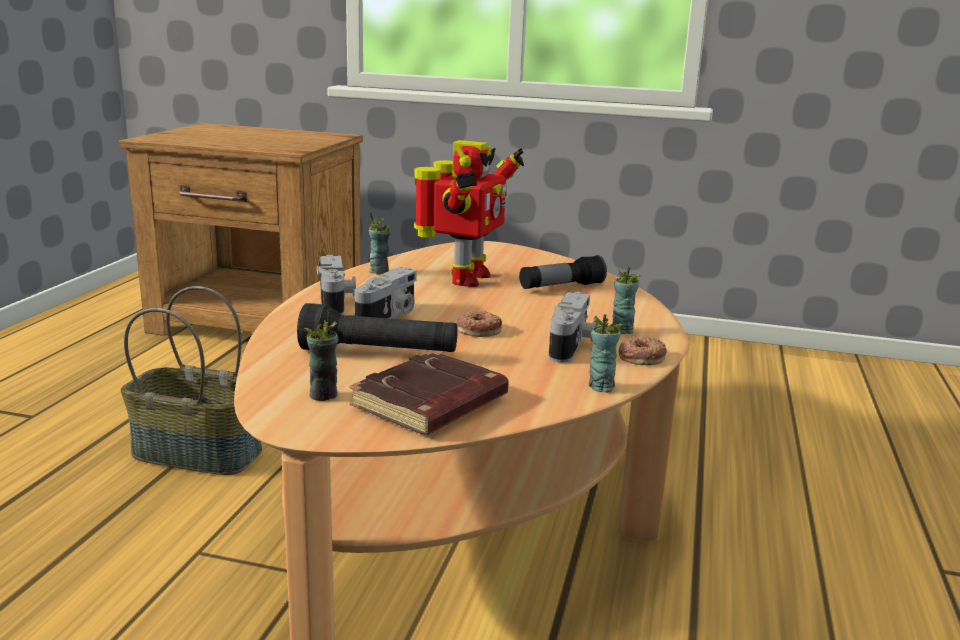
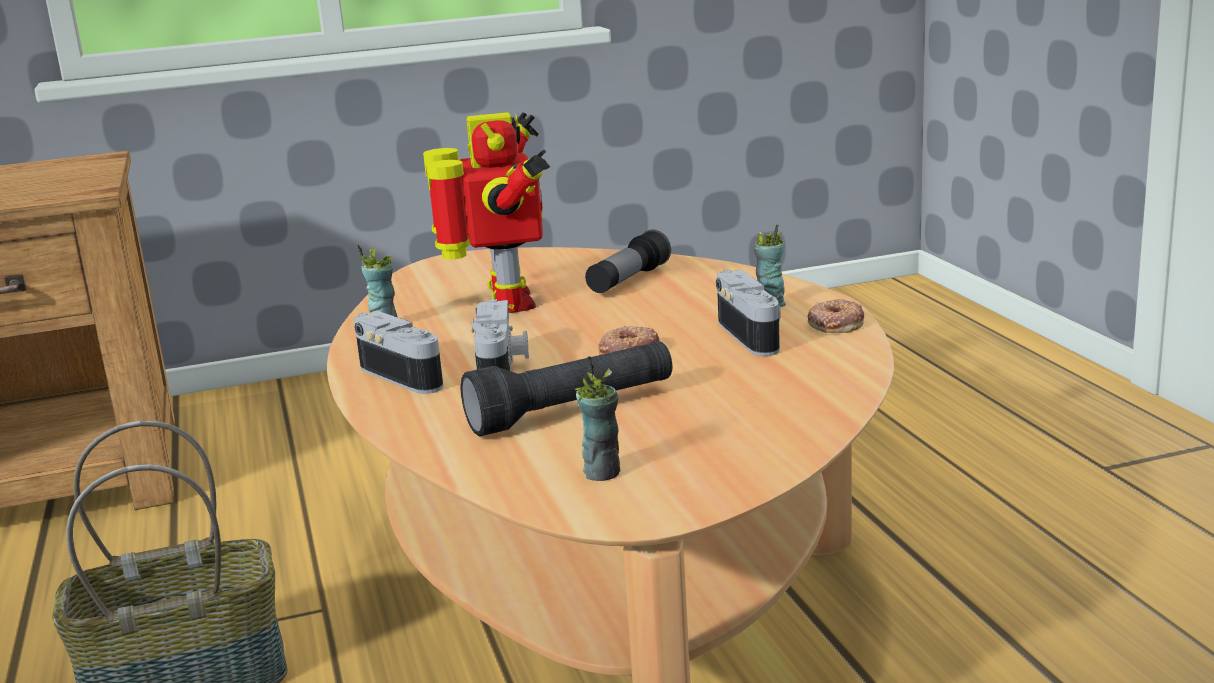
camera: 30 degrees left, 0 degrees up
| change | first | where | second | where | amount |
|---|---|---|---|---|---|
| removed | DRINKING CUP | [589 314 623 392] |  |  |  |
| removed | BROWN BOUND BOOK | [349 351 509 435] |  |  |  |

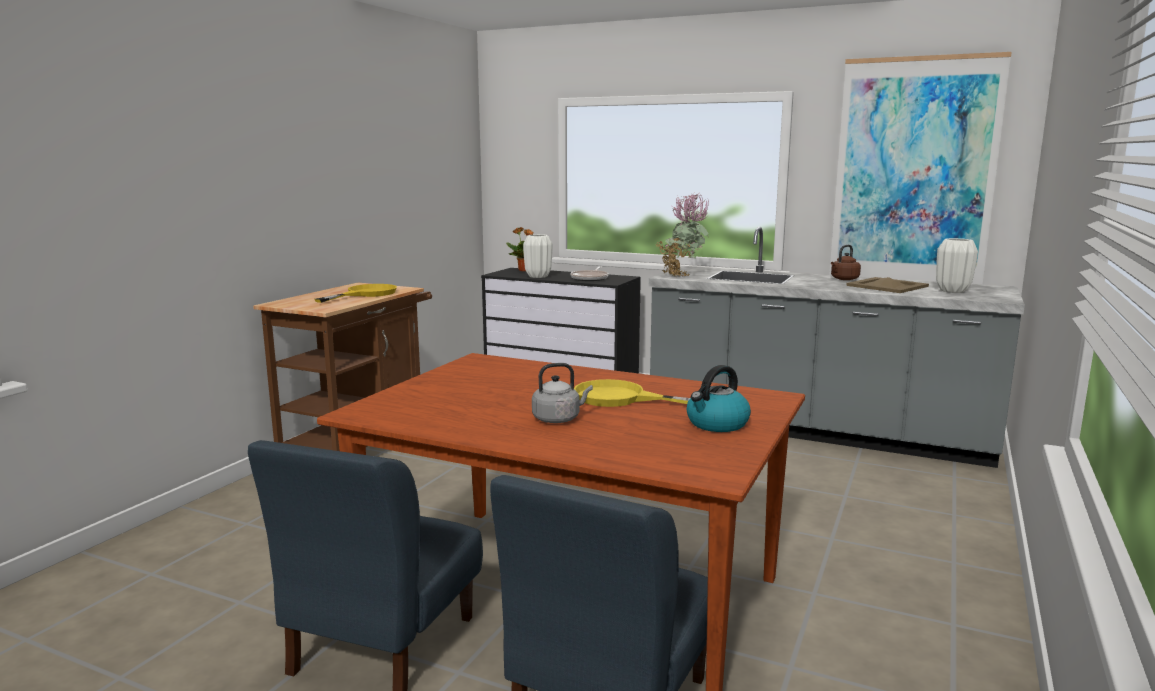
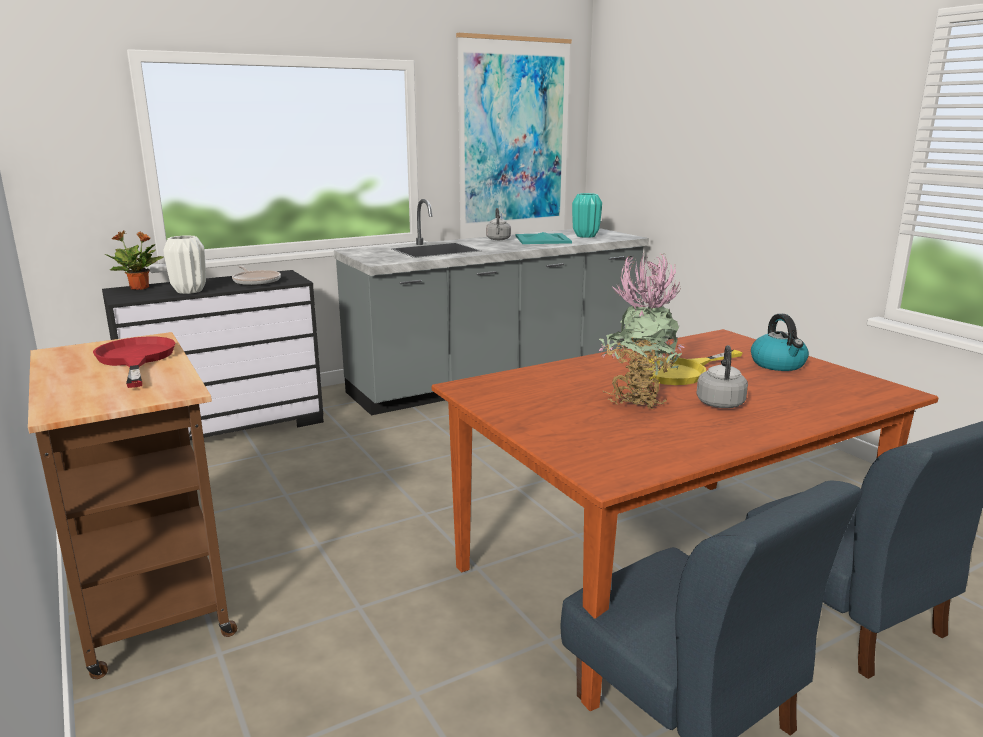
camera: 55 degrees left, 5 degrees up
| change | first | where | second | where | amount |
|---|---|---|---|---|---|
| moved | HOUSEPLANT | [656 193 709 277] |  | [599 254 685 409] |  |
| recoloured | WHITE FLOWER VASE | [936 238 978 293] | BLUE-GREEN FLOWER VASE | [572 193 602 238] |  |
| recoloured | BROWN TEA KETTLE | [831 245 861 280] | GREY TEA KETTLE | [486 208 511 240] |  |
| recoloured | SAND-COLOURED TRAY | [846 277 929 293] | BLUE-GREEN TRAY | [516 232 572 244] |  |
| recoloured | YELLOWISH PAN | [315 284 397 303] | RED PAN | [93 336 176 388] |  |

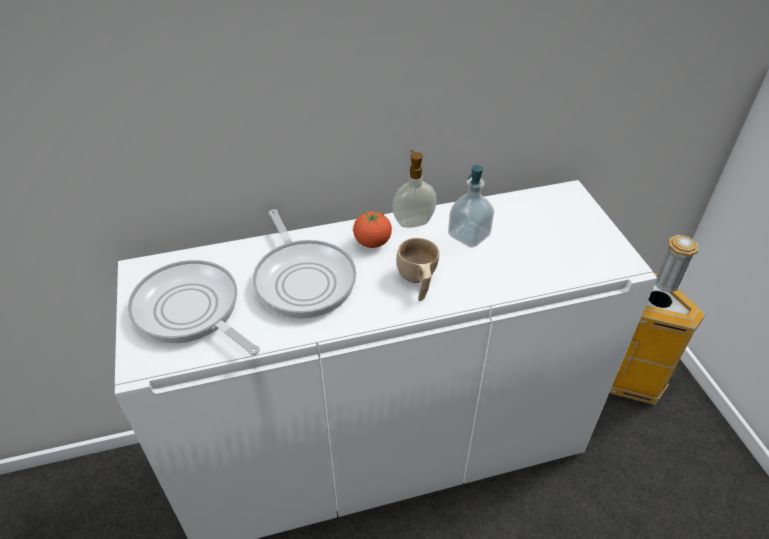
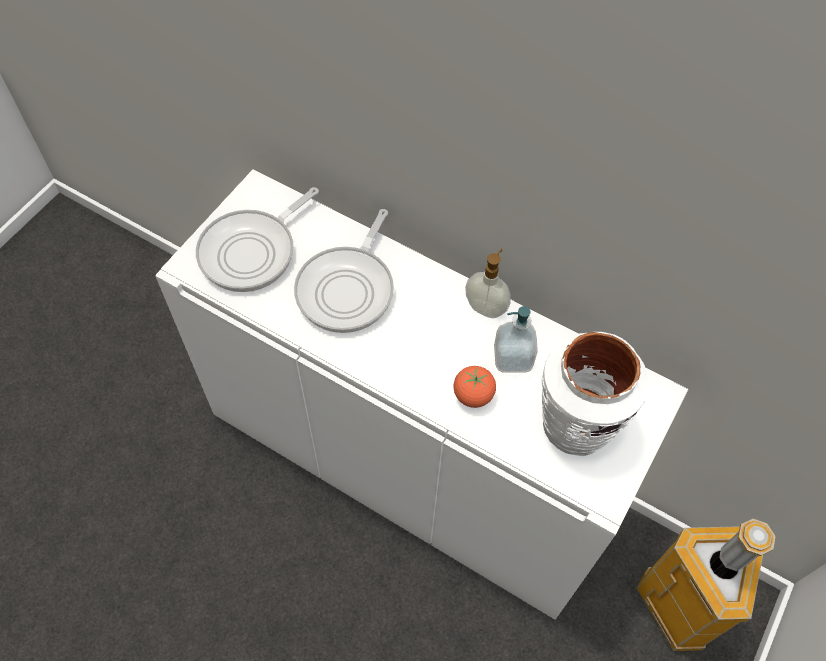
camera: 45 degrees right, 15 degrees up
| change | first | where | second | where | amount |
|---|---|---|---|---|---|
| moved | WHOLE TOMATO | [353 211 392 248] |  | [454 366 496 408] |  |
| removed | SAND-COLOURED DRINKING CUP | [397 238 440 301] |  |  |  |
| turned | PAN | [128 260 260 355] |  | [196 187 319 292] | 135 degrees counterclockwise |
| added |  |  | WHITE FLOWER VASE | [542 332 649 456] |  |

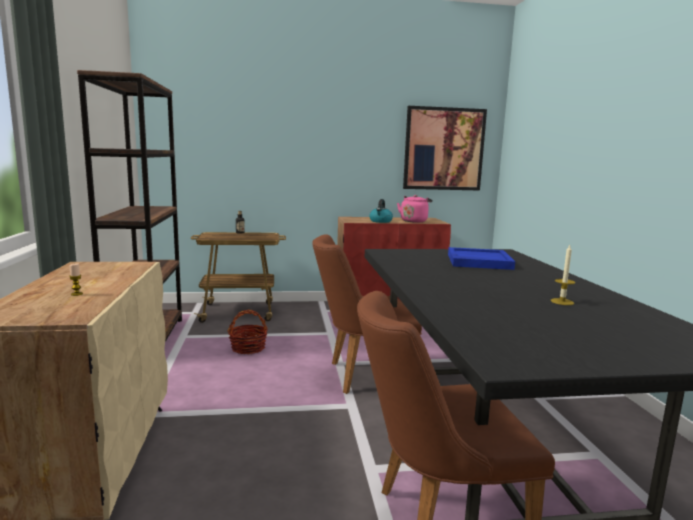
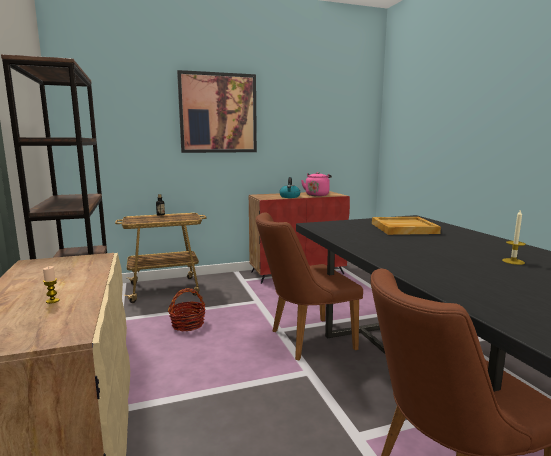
camera: 10 degrees left, 0 degrees up
| change | first | where | second | where | amount |
|---|---|---|---|---|---|
| moved | PICTURE | [403 106 487 190] |  | [177 70 257 153] |  |
| recoloured | BLUISH TRAY | [448 247 515 270] | SAND-COLOURED TRAY | [372 217 441 235] |  |

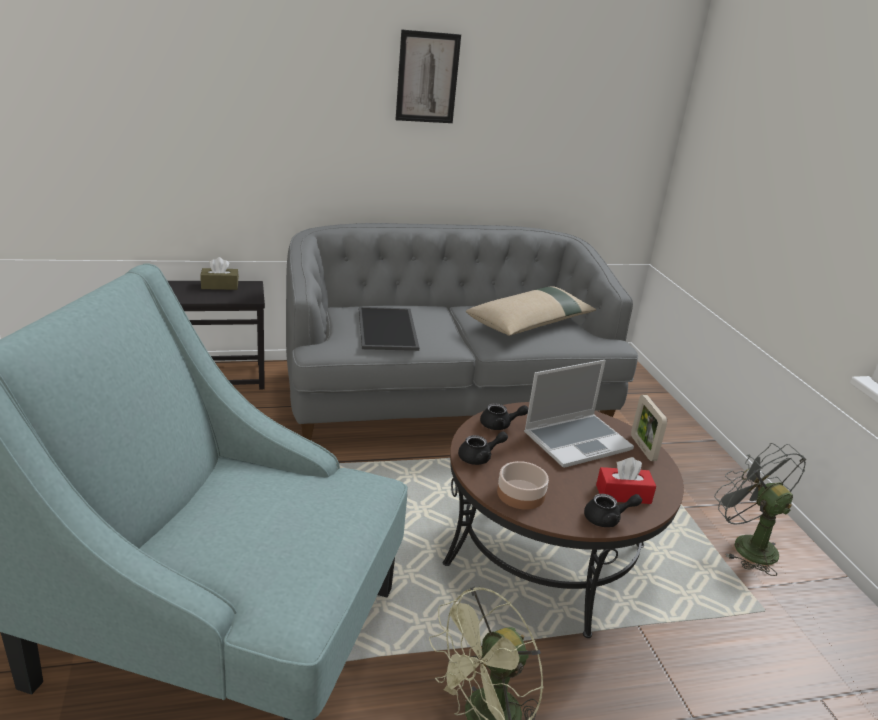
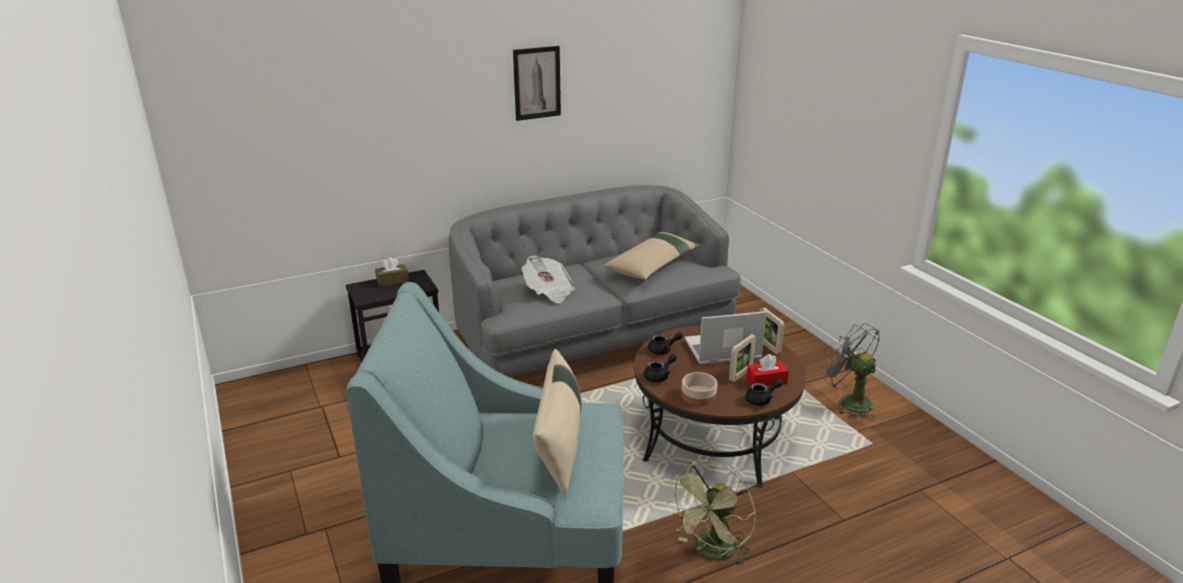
camera: 10 degrees left, 0 degrees up
| change | first | where | second | where | amount |
|---|---|---|---|---|---|
| replaced | TRAY | [359 307 419 351] | PRINTED PAPER | [521 256 575 303] |  |
| turned | LAPTOP | [524 360 634 468] |  | [685 311 767 365] | 150 degrees counterclockwise |
| added |  |  | PHOTO FRAME | [729 334 756 382] |  |
| added |  |  | SAND-COLOURED THROW PILLOW | [533 349 582 496] |  |

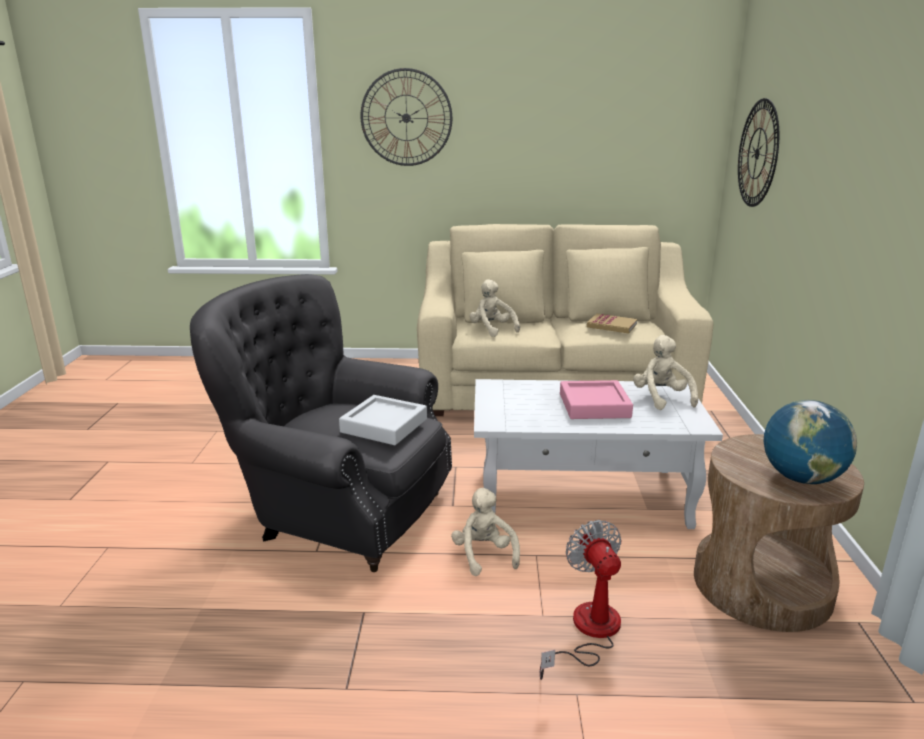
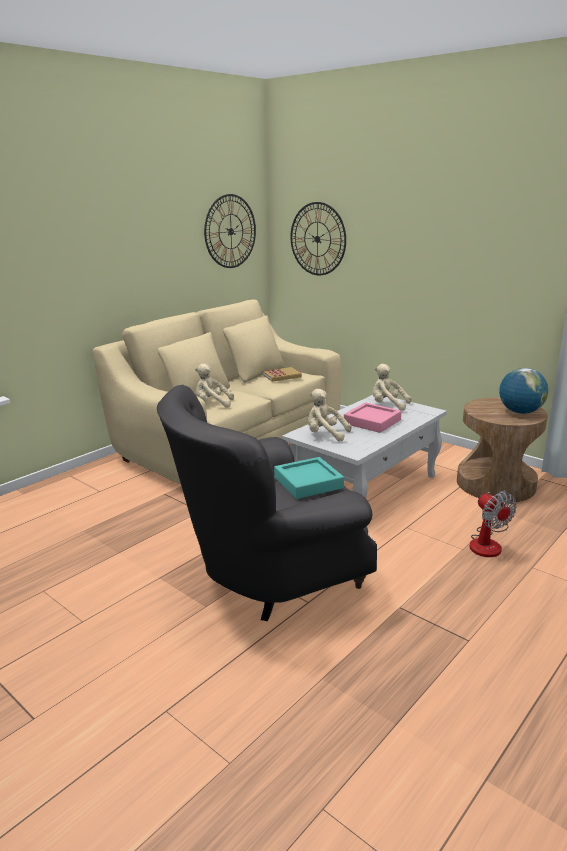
camera: 50 degrees left, 0 degrees up
| change | first | where | second | where | amount |
|---|---|---|---|---|---|
| moved | WALL CLOCK | [361 68 452 166] |  | [204 194 256 268] |  |
| recoloured | GREY TRAY | [339 395 427 445] | BLUE-GREEN TRAY | [274 457 344 499] |  |
| moved | SAND-COLOURED PLUSH TOY | [451 488 520 576] |  | [308 389 351 441] |  |
| turned | ELECTRIC FAN | [540 520 621 680] |  | [469 490 517 557] | 135 degrees counterclockwise |

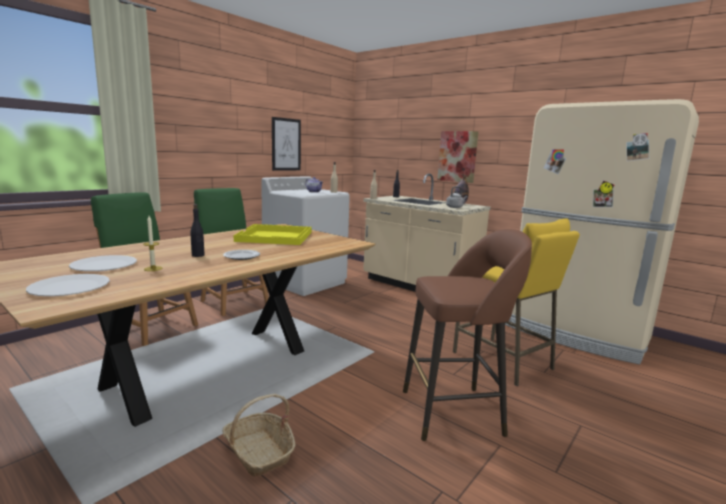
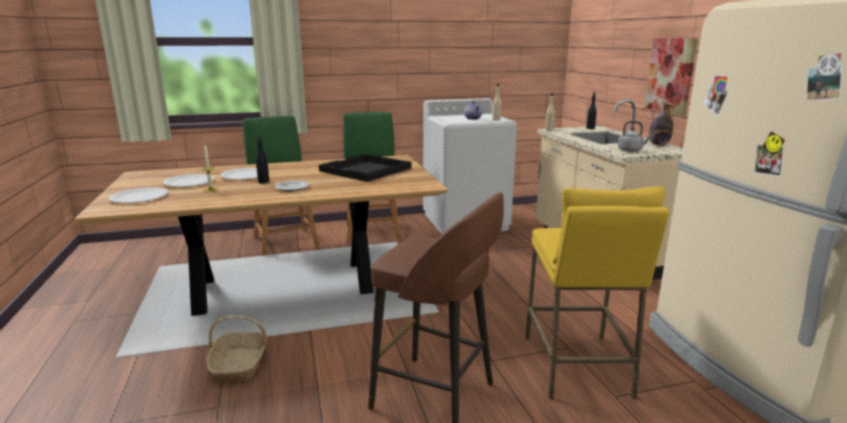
camera: 35 degrees right, 5 degrees up
| change | first | where | second | where | amount |
|---|---|---|---|---|---|
| removed | PICTURE | [272 117 301 171] |  |  |  |
| recoloured | YELLOWISH TRAY | [234 224 312 245] | BLACKISH TRAY | [319 154 412 182] |  |
| added |  |  | WHITE DINNER PLATE | [220 168 257 180] |  |

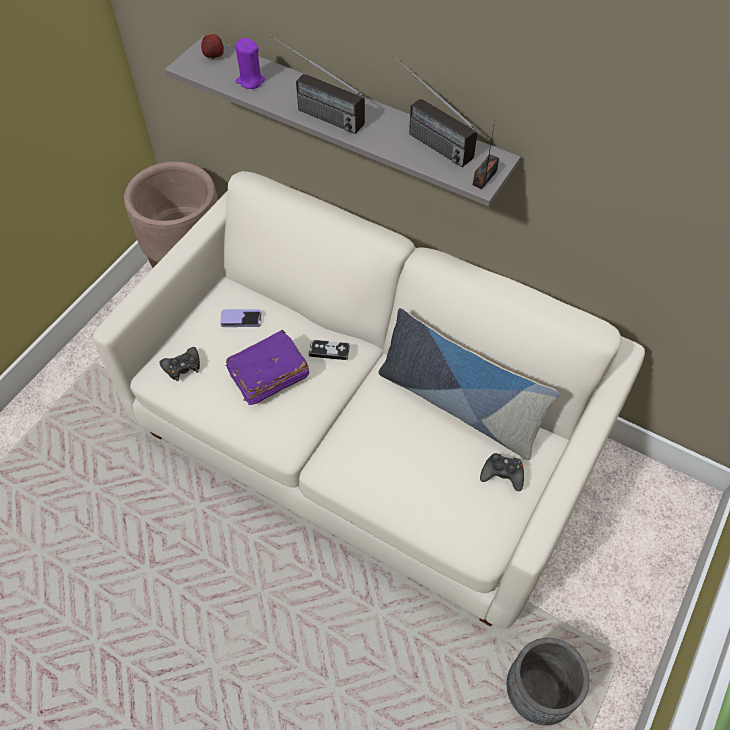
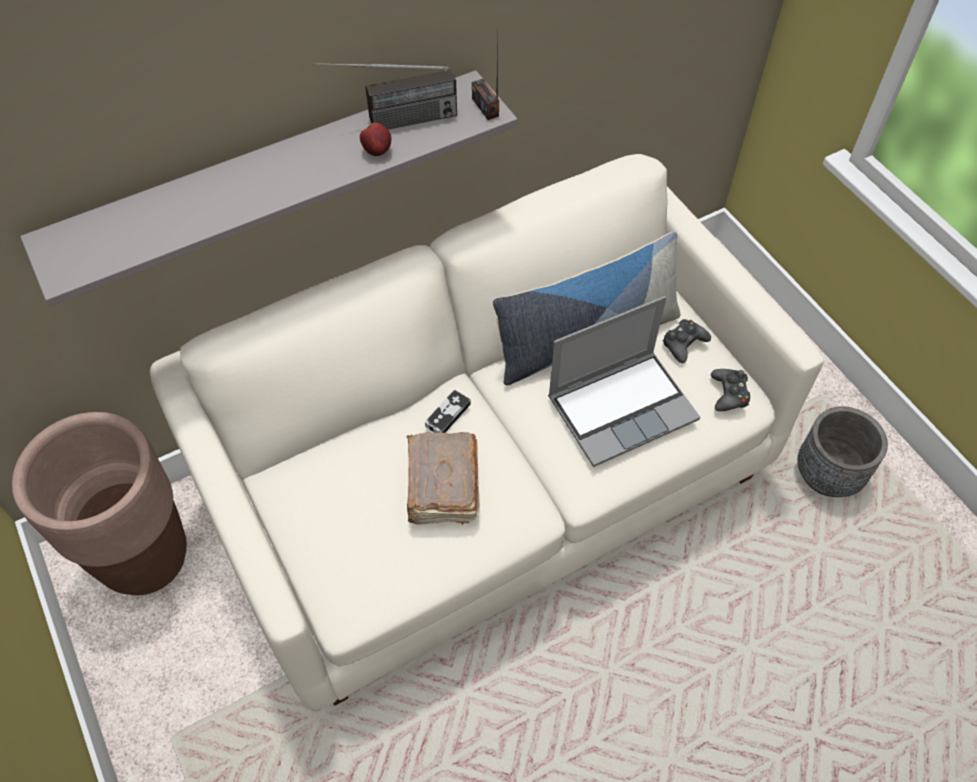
camera: 60 degrees left, 0 degrees up
| change | first | where | second | where | amount |
|---|---|---|---|---|---|
| moved | WHOLE APPLE | [201 34 224 60] |  | [360 122 391 156] |  |
| removed | RADIO | [270 35 365 134] |  |  |  |
| removed | PURPLISH CANDLE | [235 38 265 89] |  |  |  |
| removed | PHONE | [220 309 262 327] |  |  |  |
| recoloured | PURPLISH BOUND BOOK | [225 330 309 405] | BROWN BOUND BOOK | [407 432 480 525] |  |
| moved | BLACKISH JOYPAD | [159 347 200 381] |  | [711 369 750 411] |  |
| added |  |  | LAPTOP | [548 296 700 467] |  |

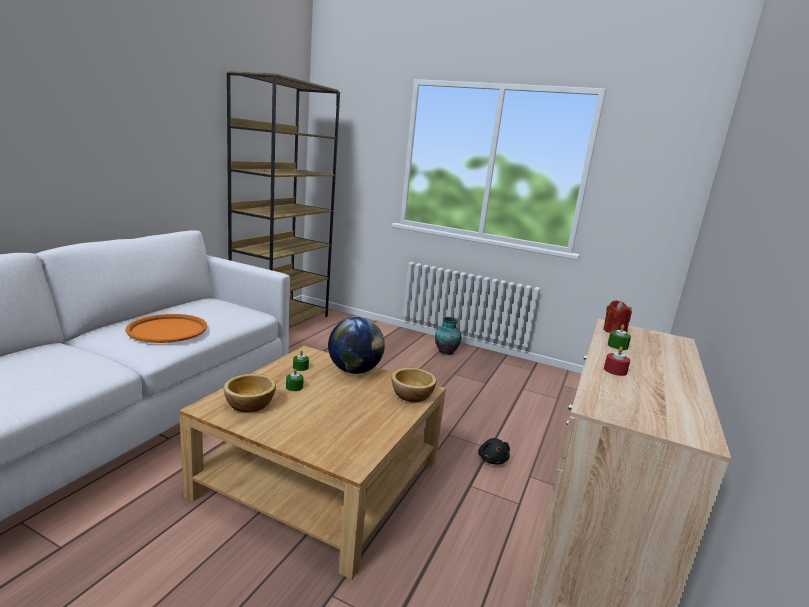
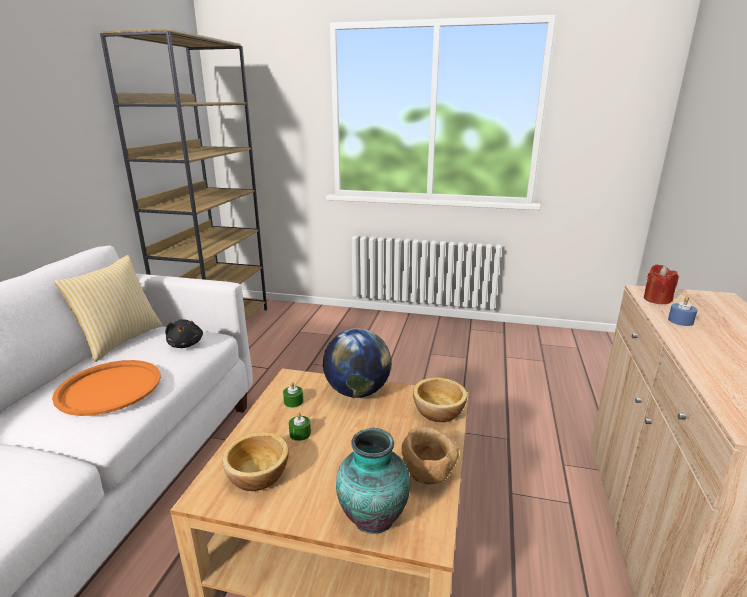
camera: 10 degrees left, 5 degrees up
| change | first | where | second | where | amount |
|---|---|---|---|---|---|
| moved | FLOWER VASE | [435 317 462 355] |  | [336 428 410 534] |  |
| recoloured | GREENISH CANDLE | [608 325 631 350] | BLUISH CANDLE | [668 296 698 326] |  |
| removed | RED CANDLE | [604 347 630 376] |  |  |  |
| moved | BLACKISH PLUSH TOY | [478 438 510 465] |  | [165 319 203 348] |  |
| added |  |  | THROW PILLOW | [54 255 162 362] |  |
| added |  |  | BROWN SERVING BOWL | [401 426 459 485] |  |

